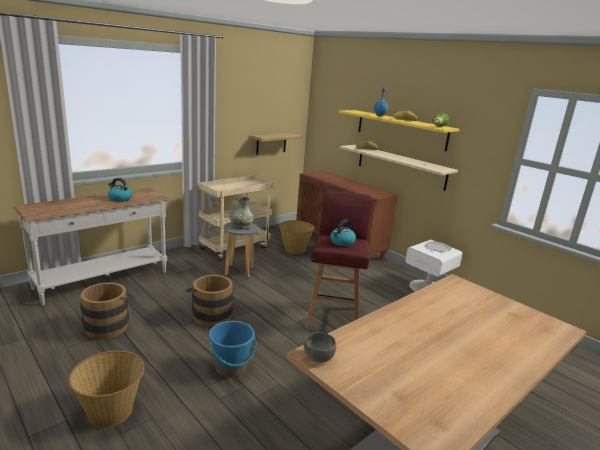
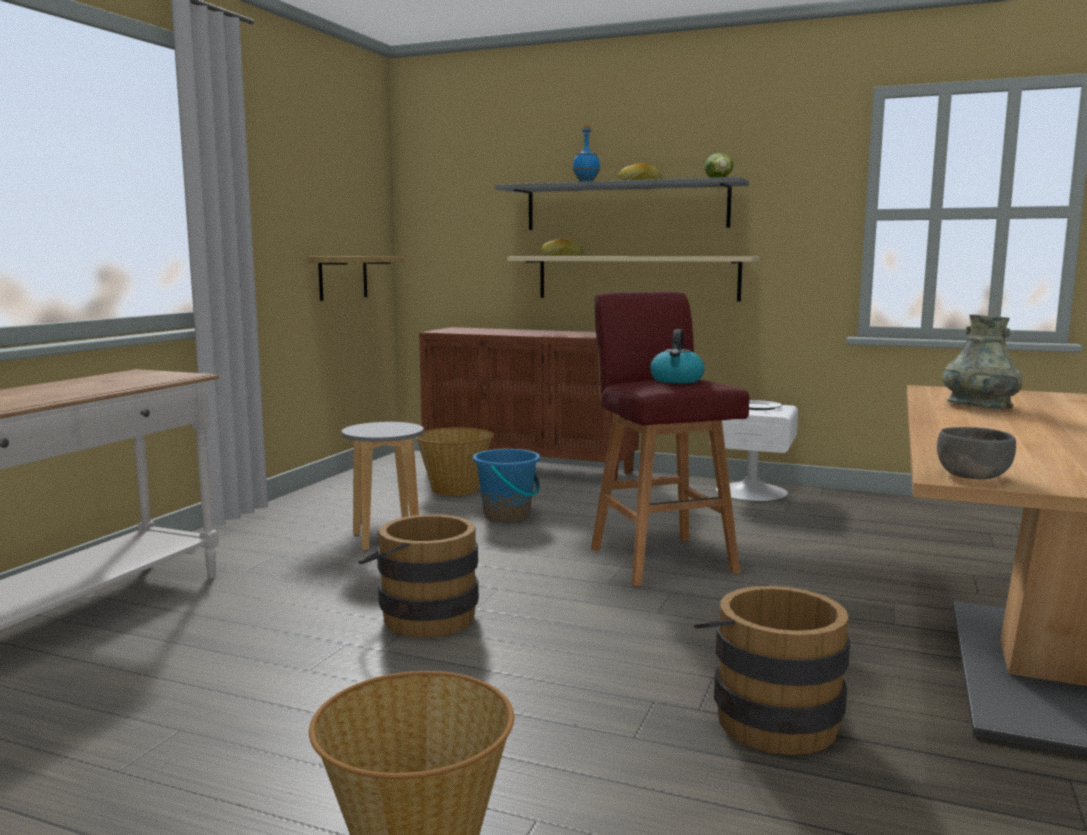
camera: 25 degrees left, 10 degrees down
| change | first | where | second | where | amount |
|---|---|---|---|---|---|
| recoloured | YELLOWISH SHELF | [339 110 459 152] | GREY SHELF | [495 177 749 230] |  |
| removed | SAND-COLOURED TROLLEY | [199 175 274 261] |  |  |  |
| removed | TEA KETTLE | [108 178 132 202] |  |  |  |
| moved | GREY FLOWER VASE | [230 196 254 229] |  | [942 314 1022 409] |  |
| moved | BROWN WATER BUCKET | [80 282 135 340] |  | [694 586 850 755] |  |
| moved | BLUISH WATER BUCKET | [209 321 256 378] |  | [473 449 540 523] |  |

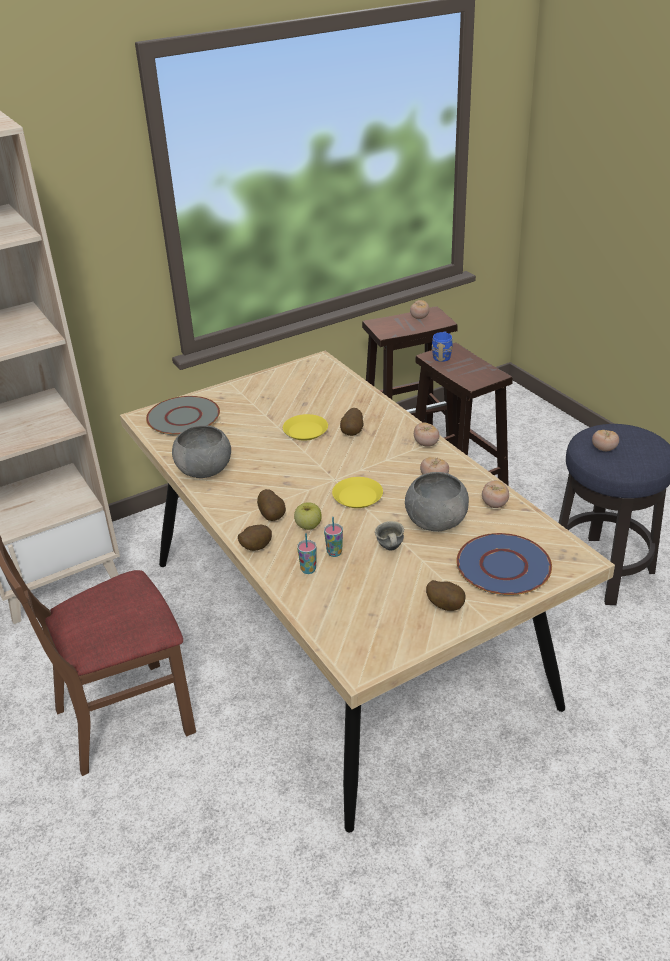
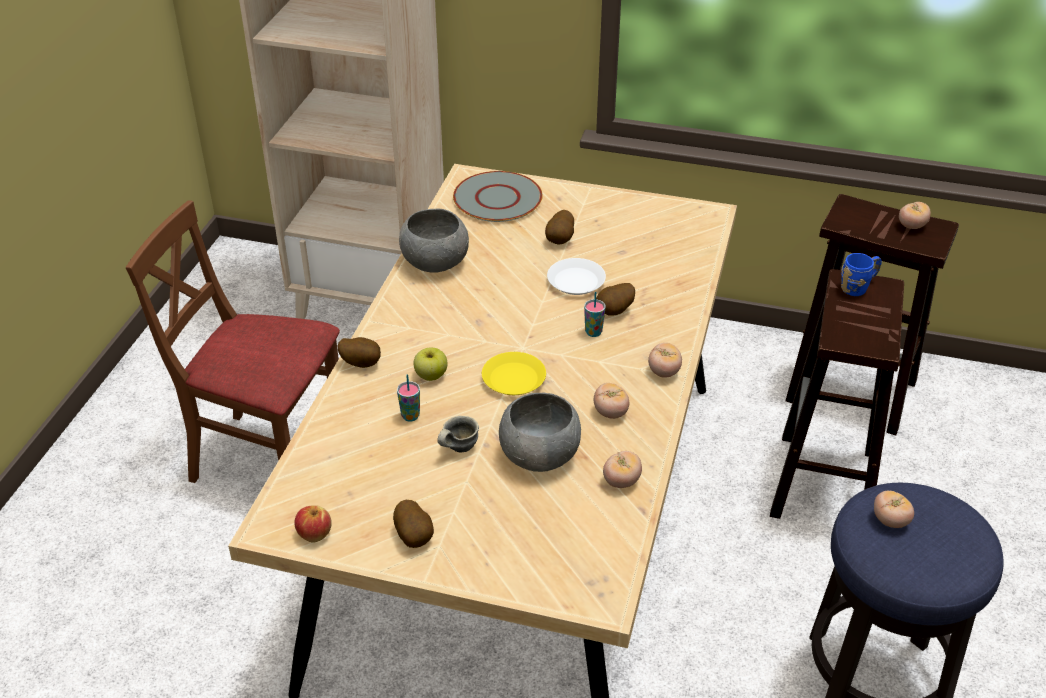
camera: 45 degrees right, 5 degrees up
| change | first | where | second | where | amount |
|---|---|---|---|---|---|
| recoloured | YELLOWISH DINNER PLATE | [283 414 328 441] | WHITE DINNER PLATE | [547 258 606 295] |  |
| moved | POTATO | [257 489 286 521] |  | [545 210 574 245] |  |
| moved | DRINKING CUP | [297 533 317 574] |  | [584 292 605 337] |  |
| removed | BLUISH DINNER PLATE | [456 533 552 595] |  |  |  |
| added |  |  | WHOLE APPLE | [294 505 332 543] |  |

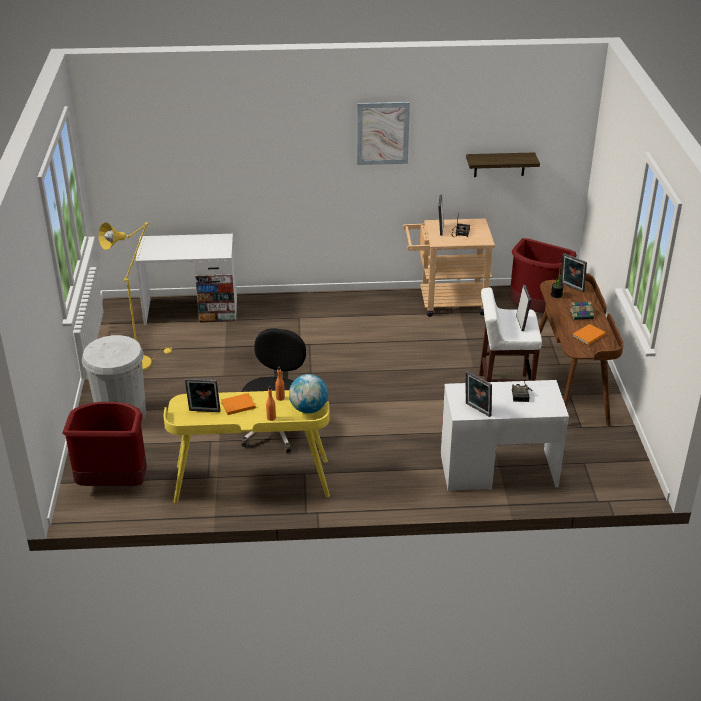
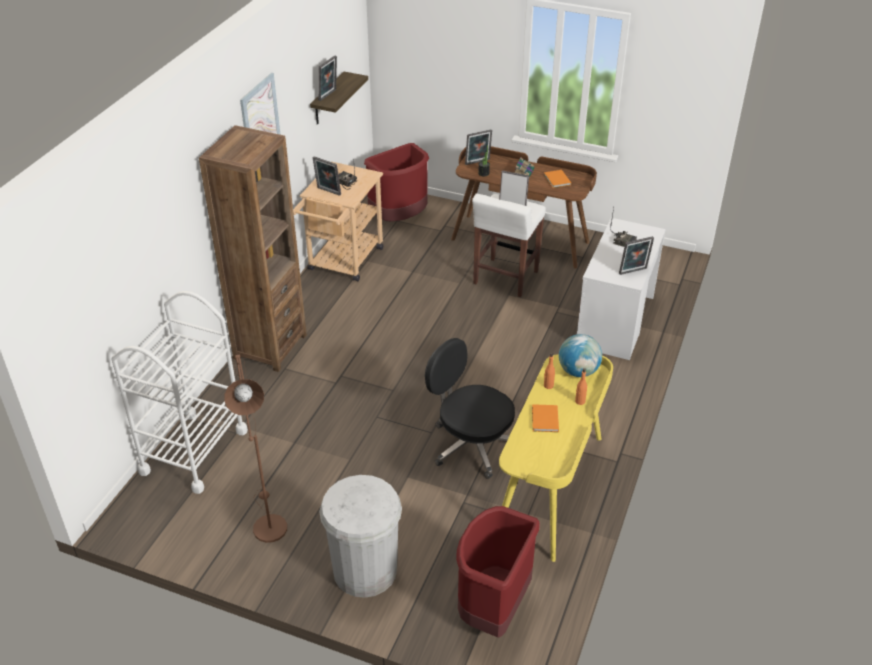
camera: 65 degrees left, 5 degrees up
| change | first | where | second | where | amount |
|---|---|---|---|---|---|
| recoloured | YELLOWISH STANDING LAMP | [98 222 172 370] | BROWN STANDING LAMP | [224 354 287 543] |  |
| replaced | WHITE DESK TABLE | [135 234 237 325] | WHITE TROLLEY | [112 291 248 494] |  |
| moved | PHOTO FRAME | [185 378 220 412] |  | [318 56 337 101] |  |
| added |  |  | BROWN BOOKSHELF | [199 125 307 372] |  |

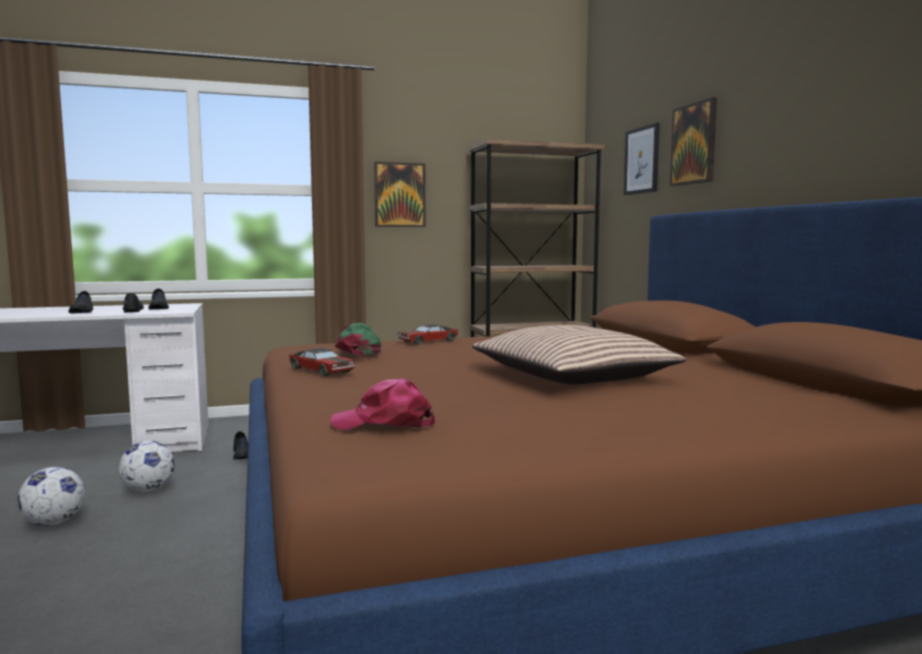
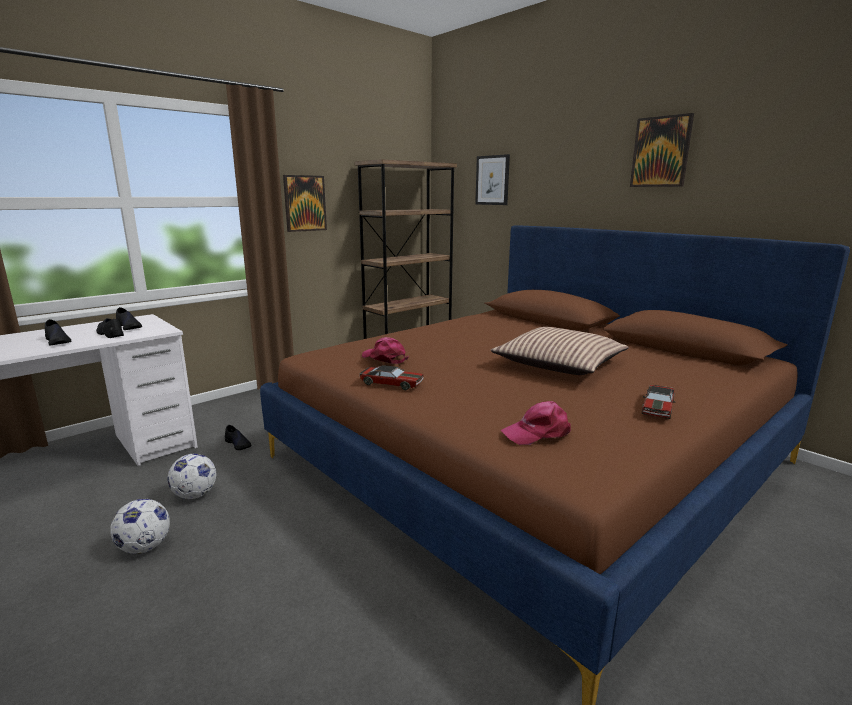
camera: 25 degrees left, 10 degrees up
| change | first | where | second | where | amount |
|---|---|---|---|---|---|
| moved | PICTURE | [670 97 717 186] |  | [630 113 694 187] |  |
| recoloured | GREENISH CAP | [334 323 382 355] | PINKISH CAP | [362 337 409 364] |  |
| moved | MINIATURE CAR | [398 324 459 344] |  | [642 384 675 419] |  |

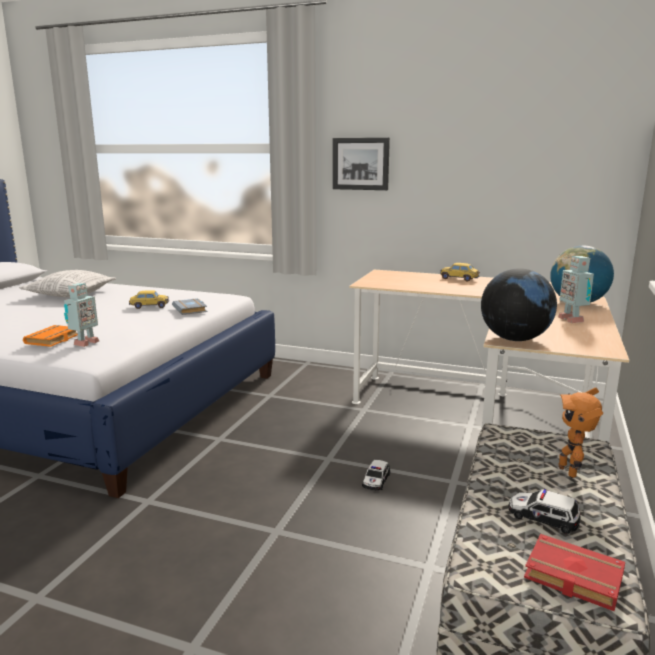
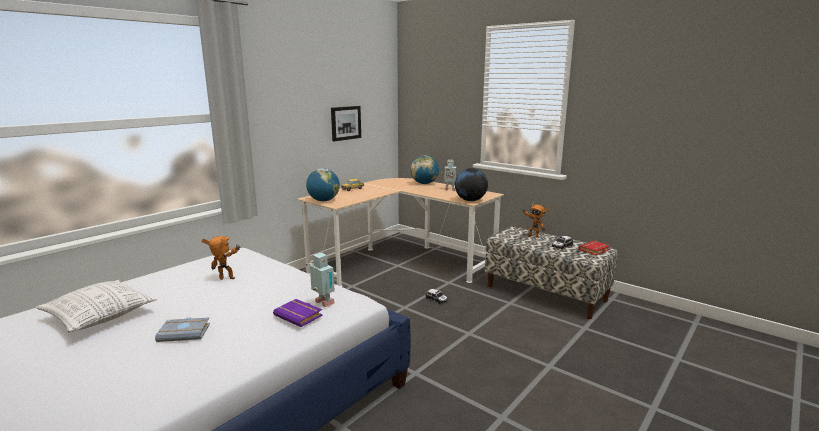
camera: 70 degrees left, 0 degrees up
| change | first | where | second | where | amount |
|---|---|---|---|---|---|
| moved | PICTURE | [333 138 390 190] |  | [331 106 361 141] |  |
| replaced | MINIATURE CAR | [129 290 169 309] | TOY ROBOT | [201 236 241 280] |  |
| moved | GREY BOUND BOOK | [172 298 207 315] |  | [155 317 210 342] |  |
| recoloured | ORANGE-COLOURED BOUND BOOK | [23 325 78 347] | PURPLISH BOUND BOOK | [273 299 323 327] |  |
| added |  |  | DESK GLOBE | [306 168 340 201] |  |

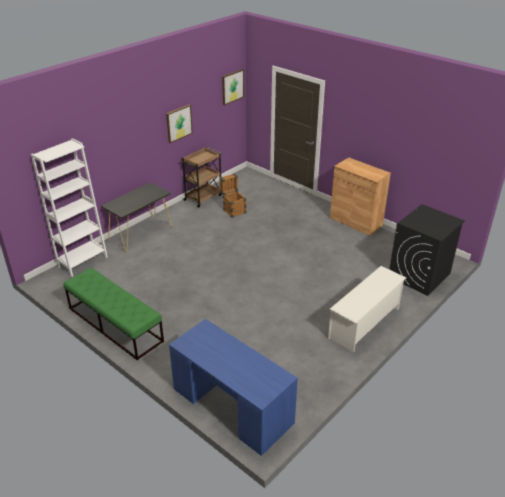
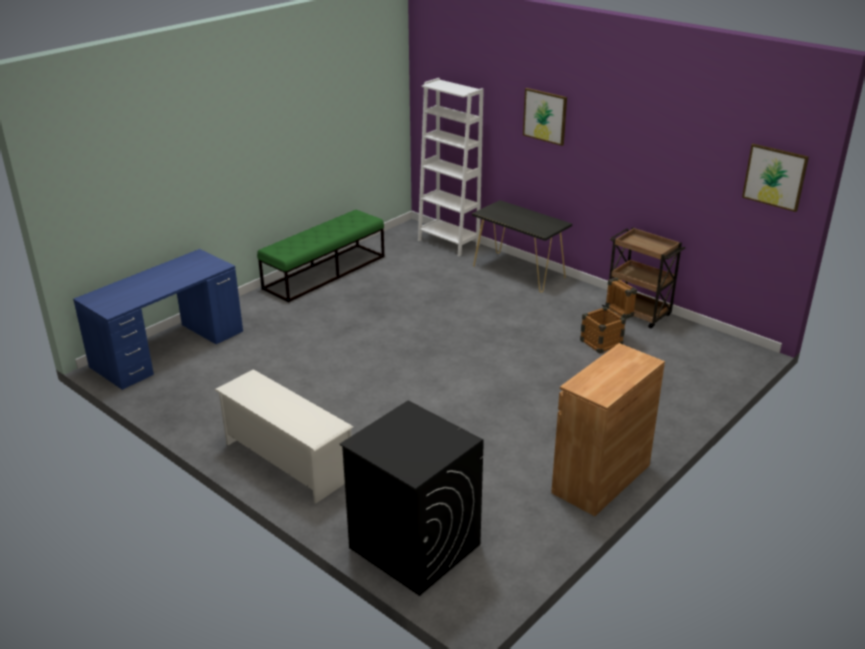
camera: 90 degrees right, 5 degrees down
| change | first | where | second | where | amount |
|---|---|---|---|---|---|
| moved | PICTURE | [166 104 193 143] |  | [523 88 567 146] |  |

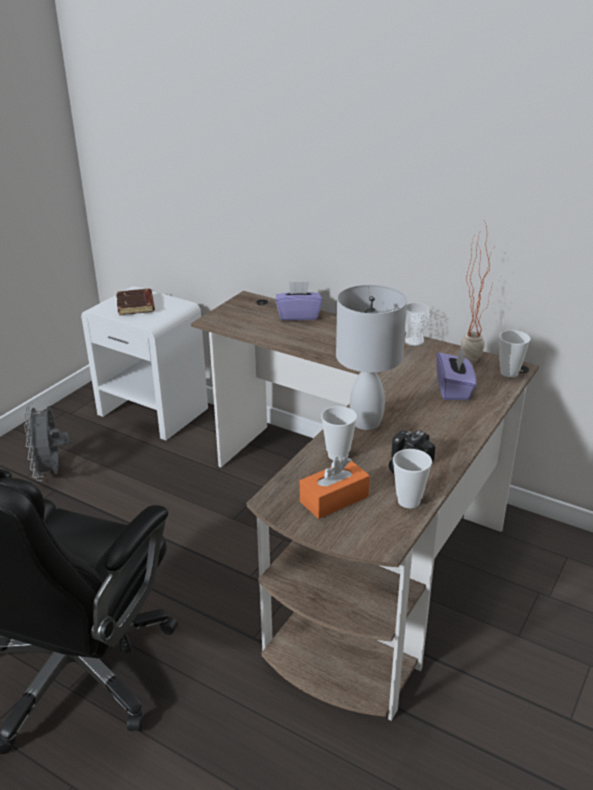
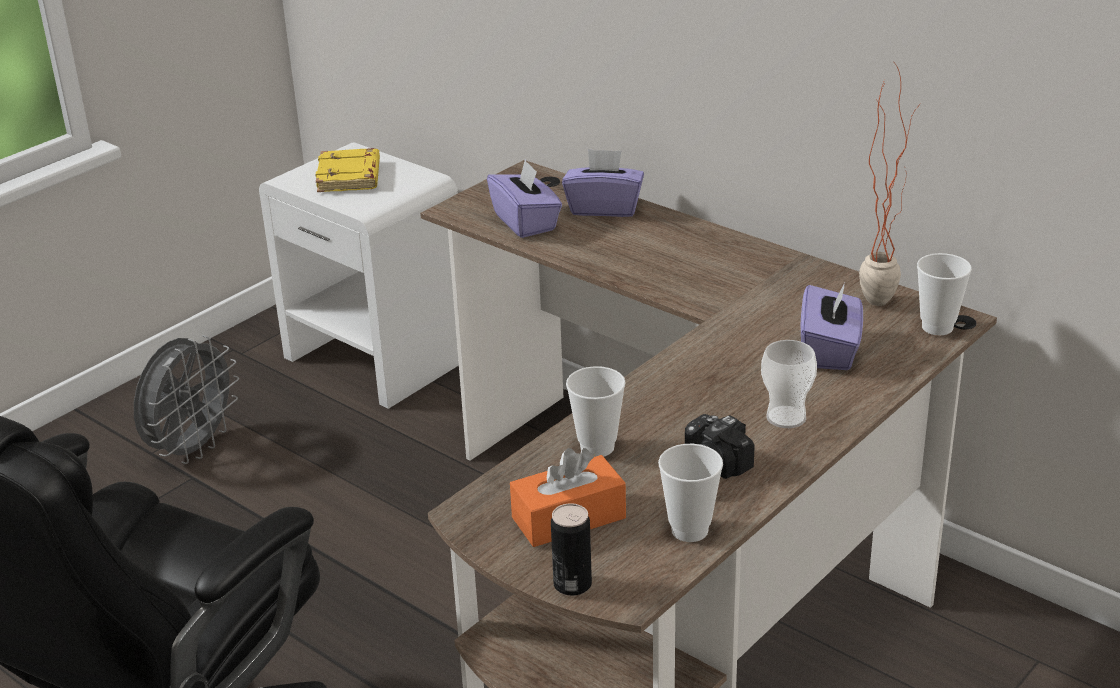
camera: 10 degrees right, 0 degrees up
| change | first | where | second | where | amount |
|---|---|---|---|---|---|
| removed | WHITE TABLETOP LAMP | [336 285 407 430] |  |  |  |
| recoloured | BROWN BOUND BOOK | [116 289 155 315] | YELLOWISH BOUND BOOK | [315 148 380 192] |  |
| moved | DRINKING CUP | [405 303 430 346] |  | [761 340 817 428] |  |
| turned | GREY ELECTRIC FAN | [24 403 69 481] |  | [134 335 239 464] | 150 degrees counterclockwise |
| added |  |  | PURPLISH TISSUE BOX | [487 159 562 238] |  |
| added |  |  | SEALED CAN | [551 503 592 596] |  |

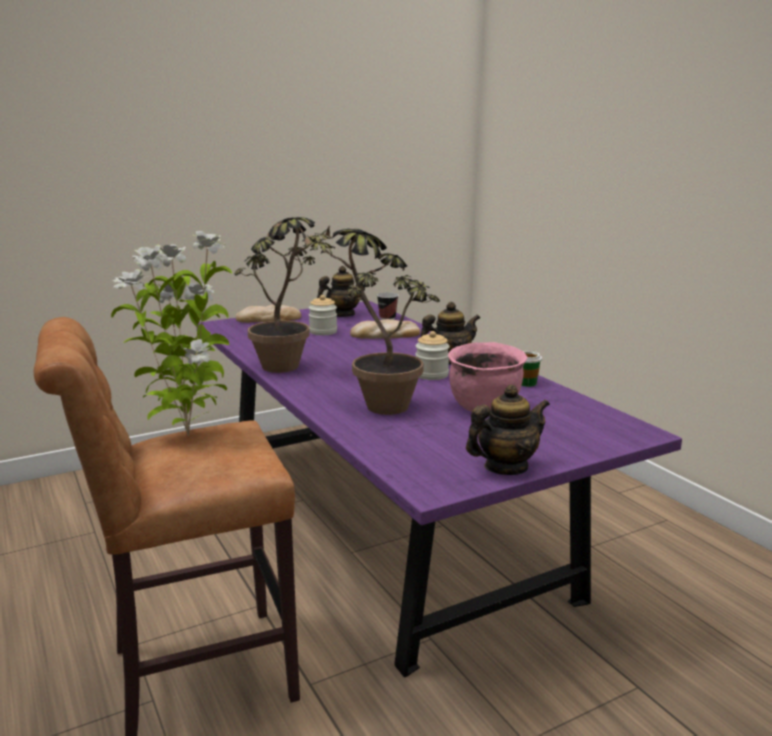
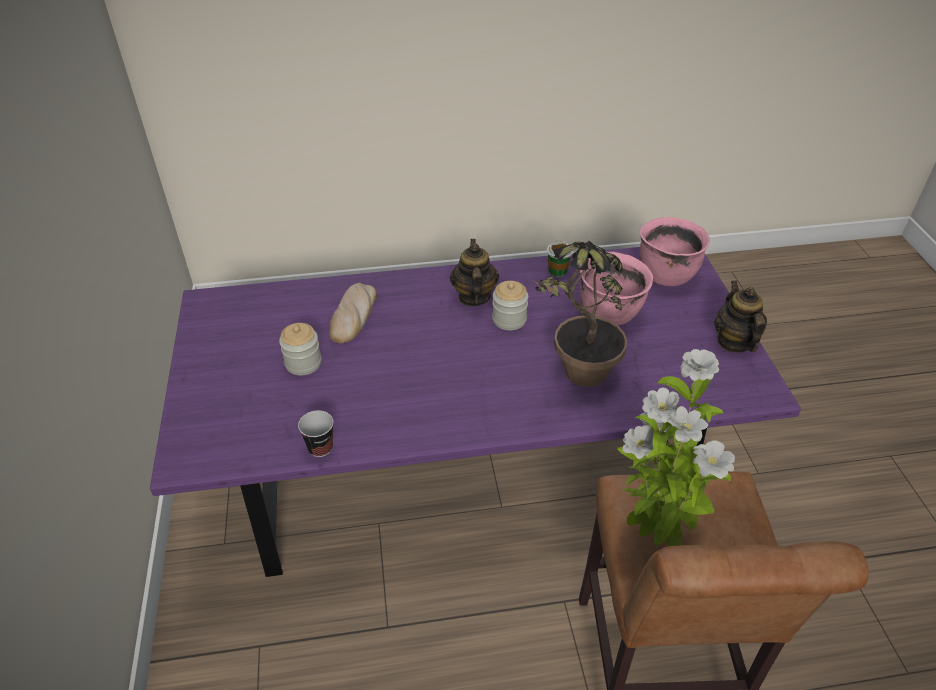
camera: 70 degrees left, 25 degrees up
| change | first | where | second | where | amount |
|---|---|---|---|---|---|
| removed | HOUSEPLANT | [234 217 331 373] |  |  |  |
| removed | TEA POT | [317 266 365 317] |  |  |  |
| moved | DRINKING CUP | [377 293 399 320] |  | [298 410 333 457] |  |
| removed | BAKED BREAD | [236 304 301 323] |  |  |  |
| added |  |  | PINKISH STOCKPOT | [640 217 710 286] |  |

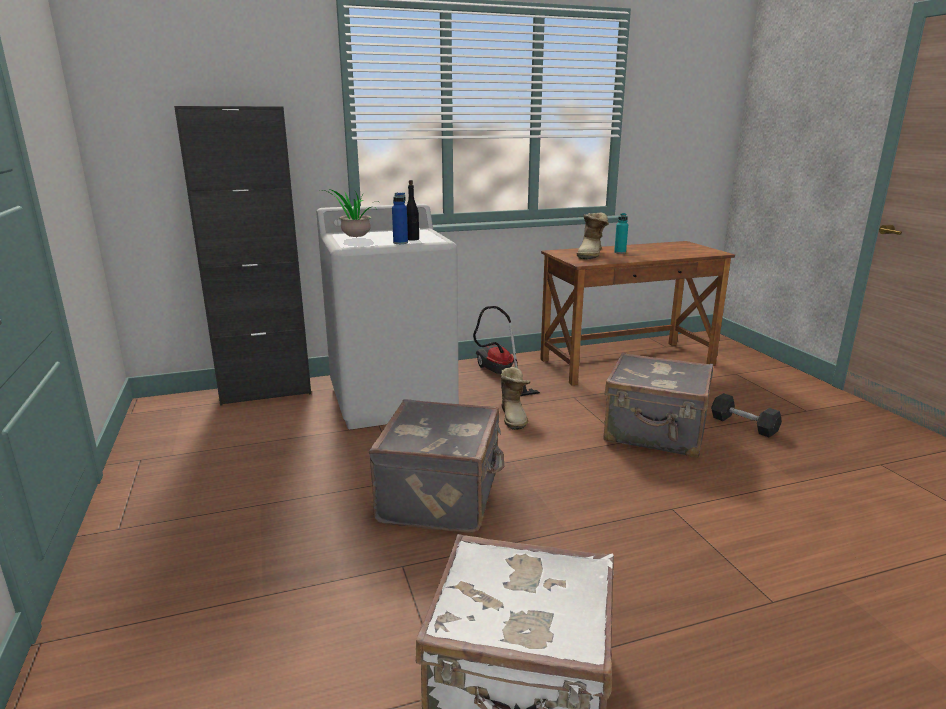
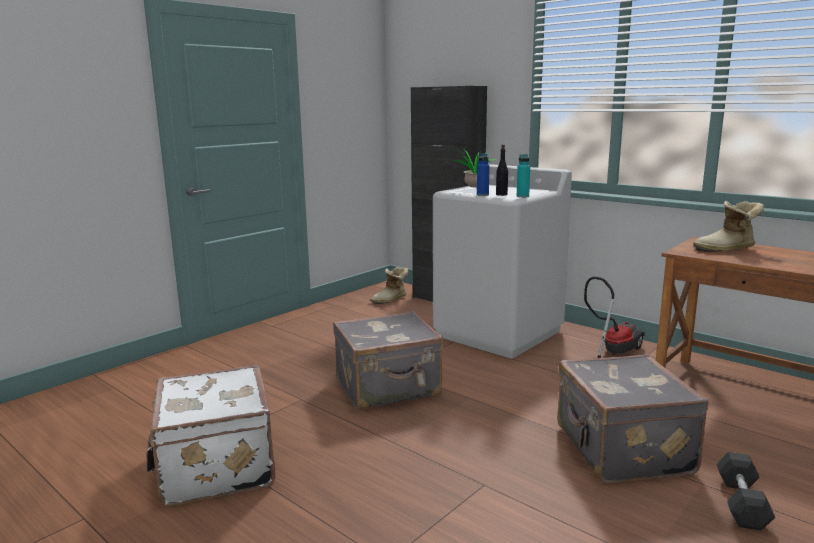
camera: 60 degrees right, 5 degrees down
| change | first | where | second | where | amount |
|---|---|---|---|---|---|
| moved | BLUE-GREEN DRINK BOTTLE | [614 213 628 254] |  | [517 154 530 198] |  |
| moved | HIGH-TOP BOOT | [501 367 530 430] |  | [371 267 408 304] |  |

